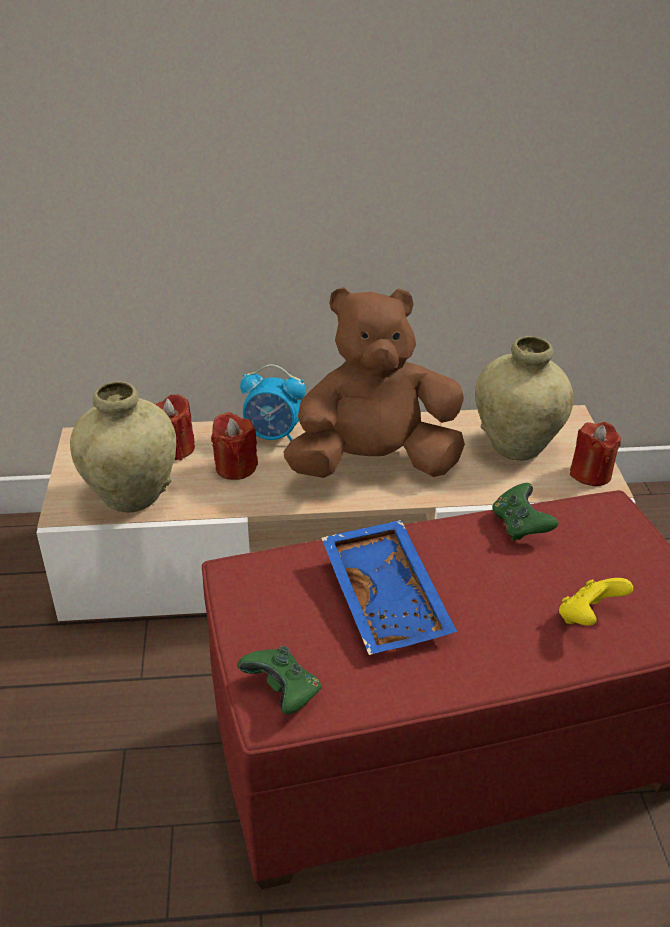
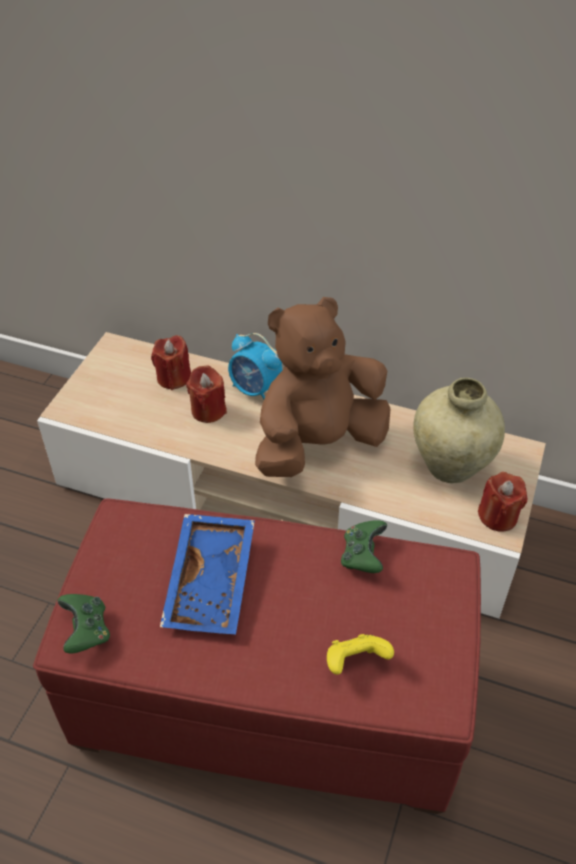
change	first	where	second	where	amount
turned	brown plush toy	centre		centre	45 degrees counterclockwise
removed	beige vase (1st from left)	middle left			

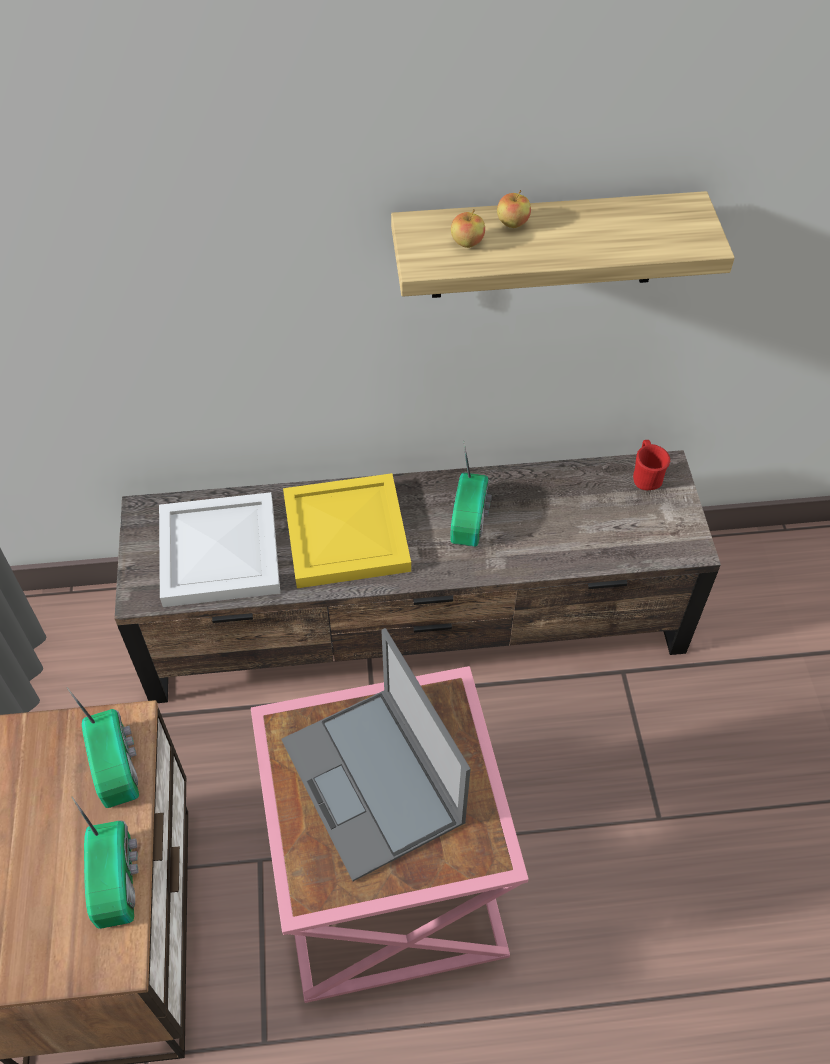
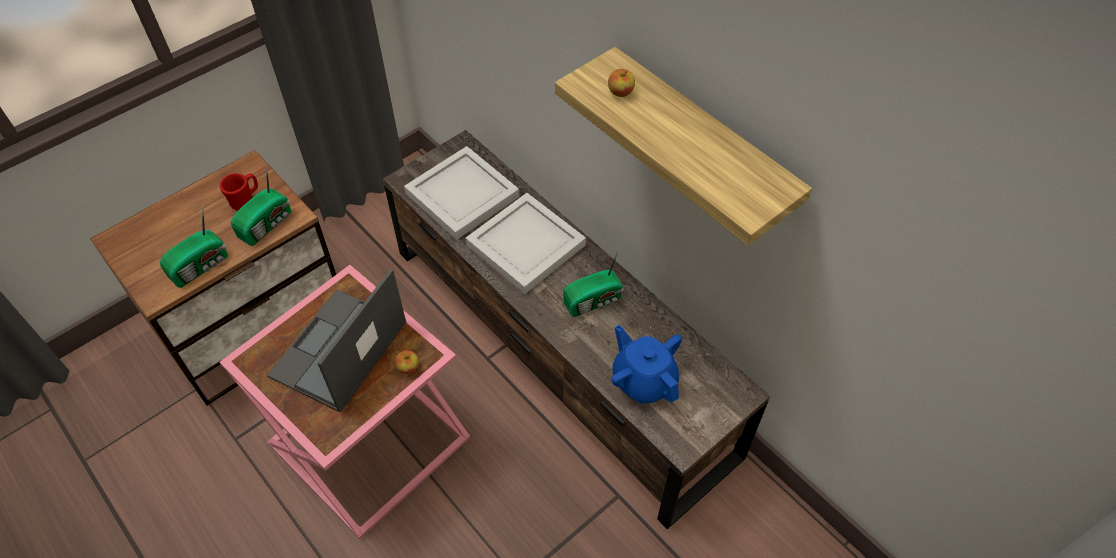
change	first	where	second	where	amount
moved	apple (2nd from left in the first image)	top centre	apple (1st from left)	centre	
moved	red mug	middle right		middle left	
recoloured	yellow tray	centre	white tray (2nd from left)	centre	
added			blue teapot	centre	

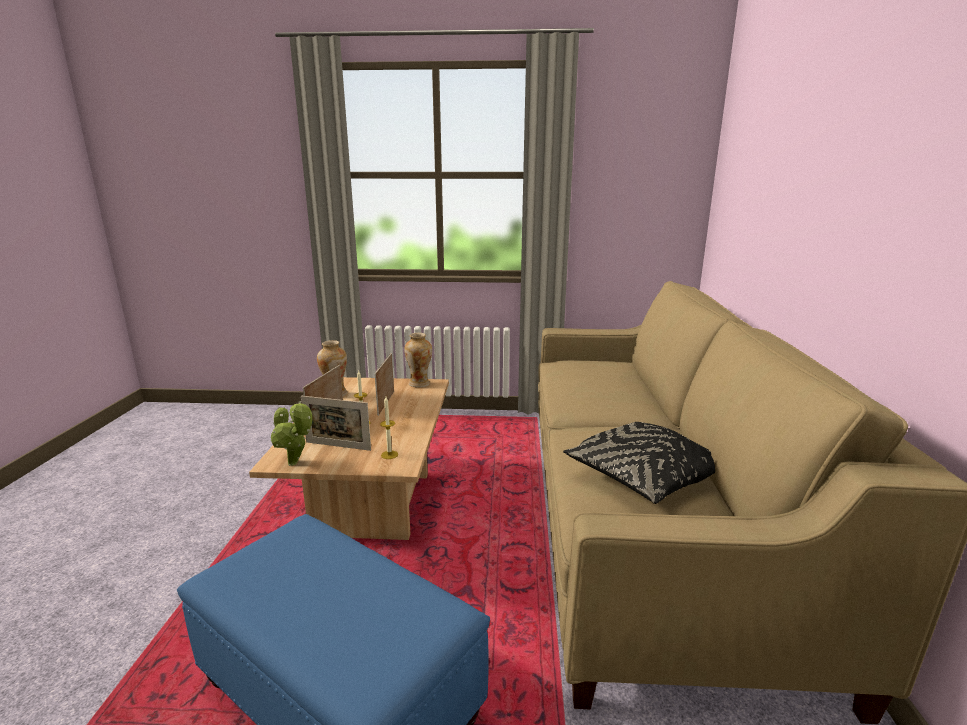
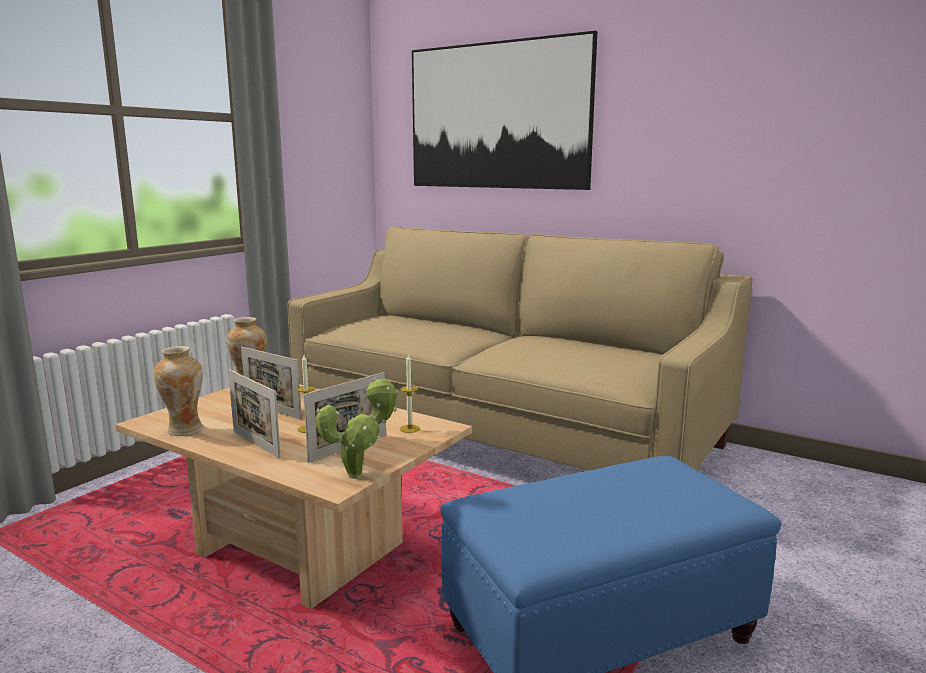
change	first	where	second	where	amount
removed	black pillow	centre			
added			picture	top centre	

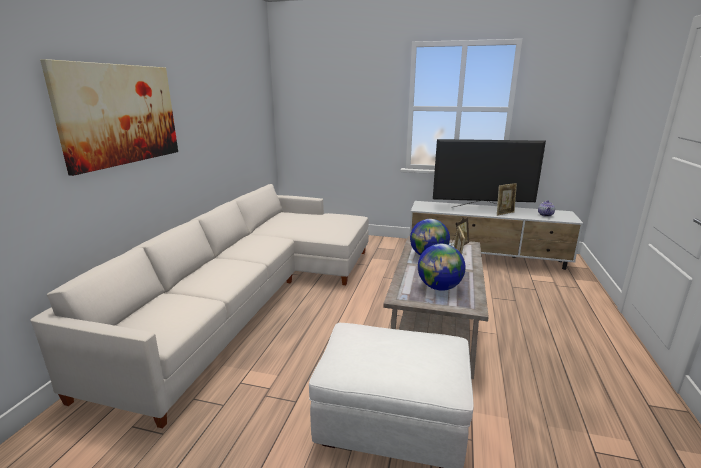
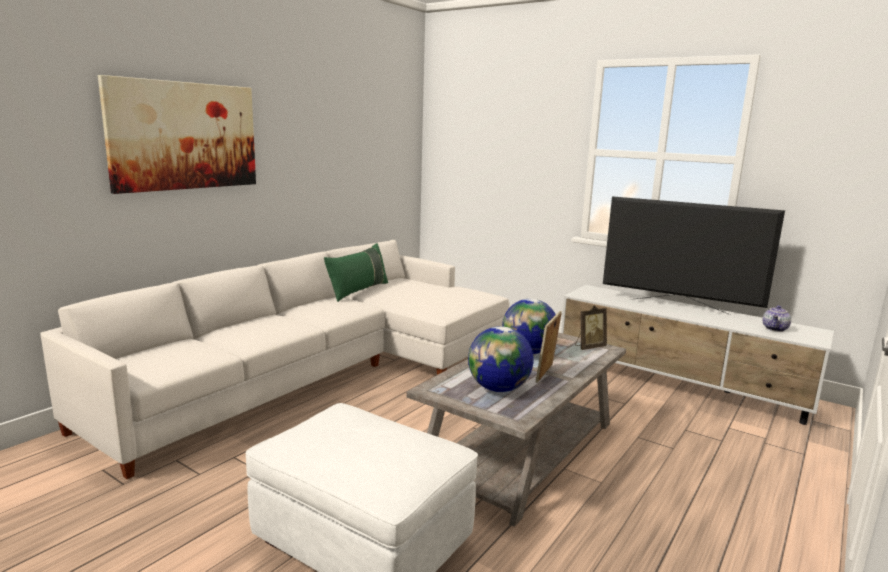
change	first	where	second	where	amount
removed	picture frame (3rd from left)	middle right			
added			green pillow	centre	

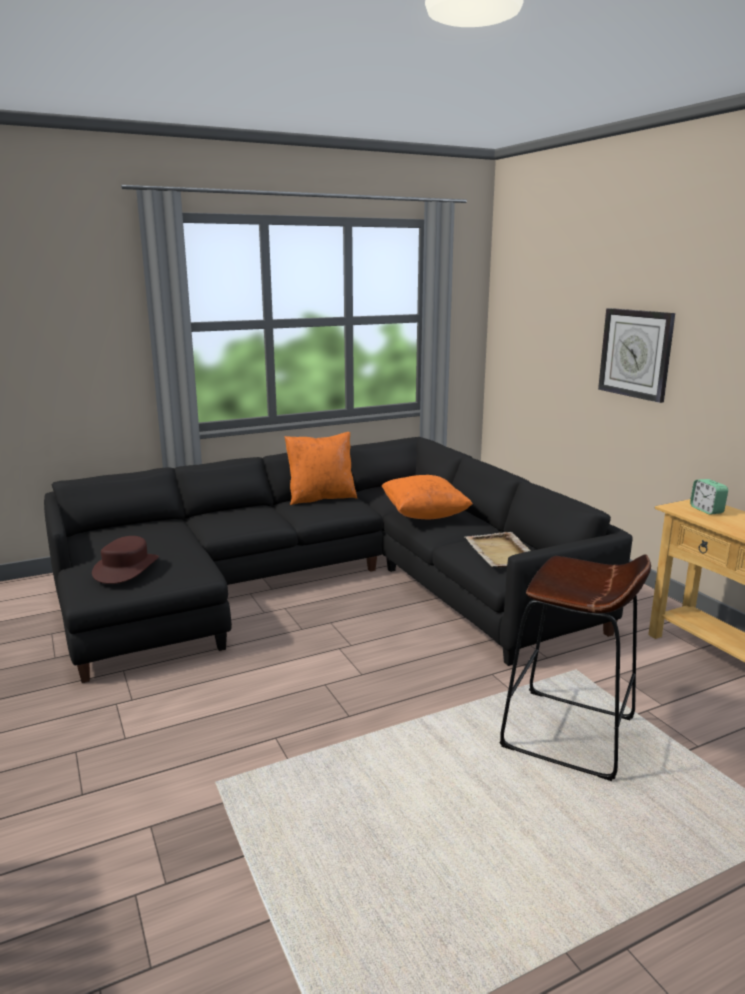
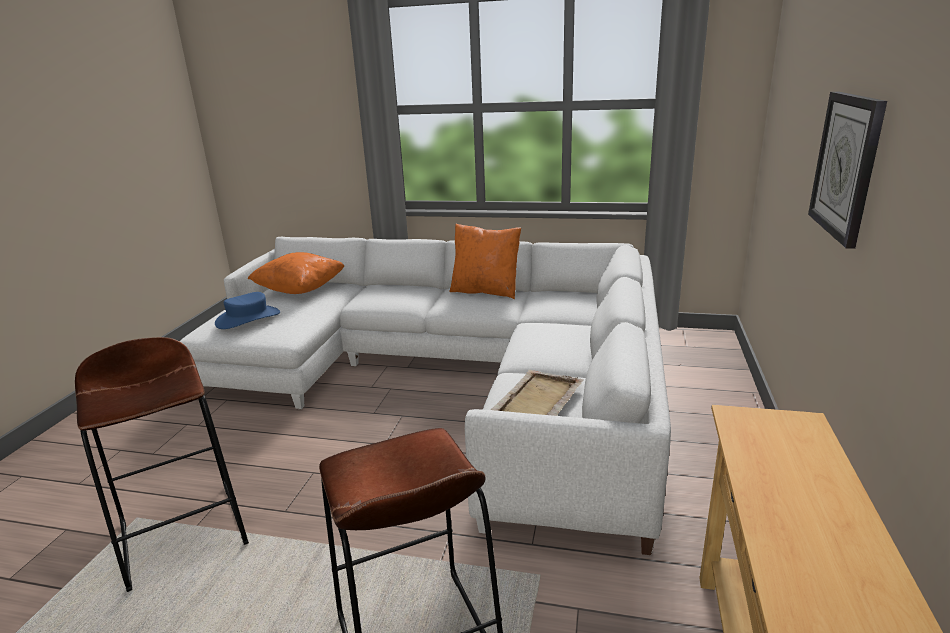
change	first	where	second	where	amount
recoloured	black sofa	centre	white sofa	centre	
moved	orange pillow (2nd from left in the first image)	centre	orange pillow (1st from left)	middle left	
removed	alarm clock	middle right			
recoloured	brown hat	middle left	blue hat	middle left	
added			brown stool (1st from left)	bottom left	

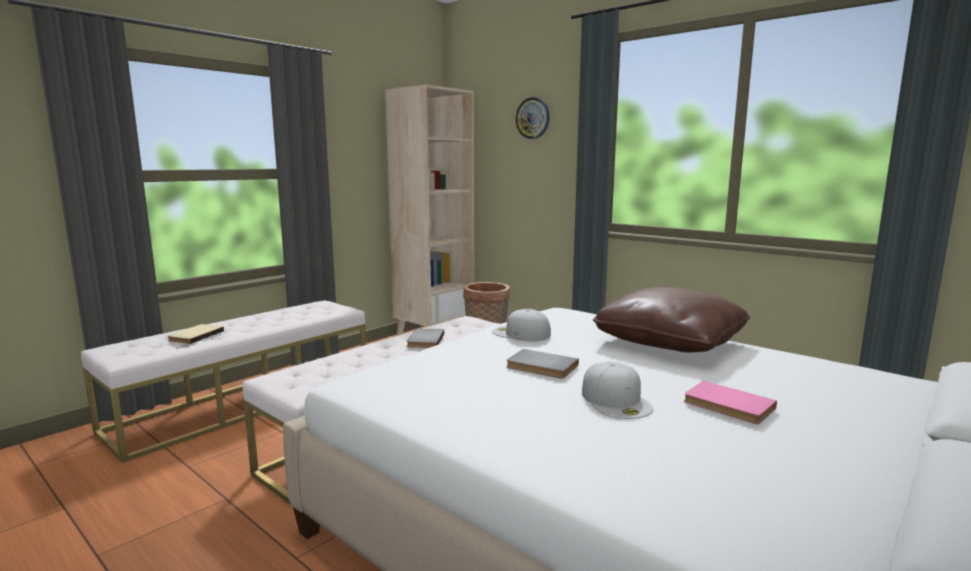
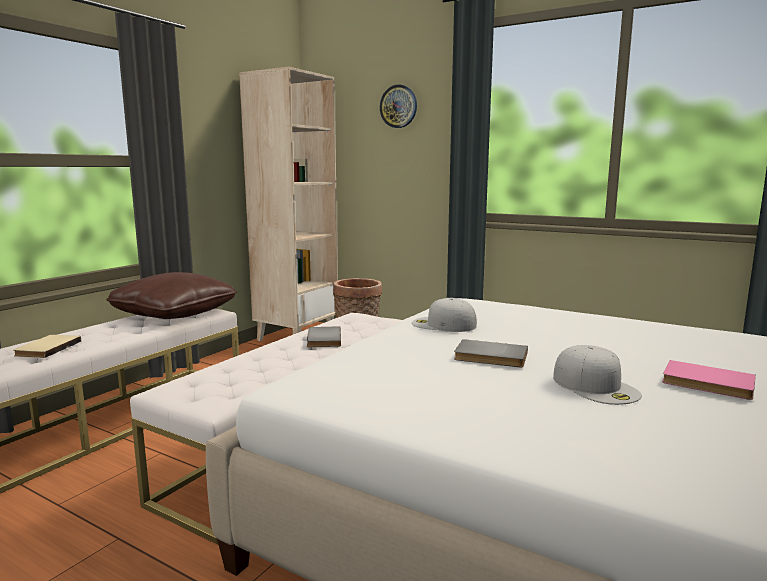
change	first	where	second	where	amount
moved	brown pillow	middle right		middle left	

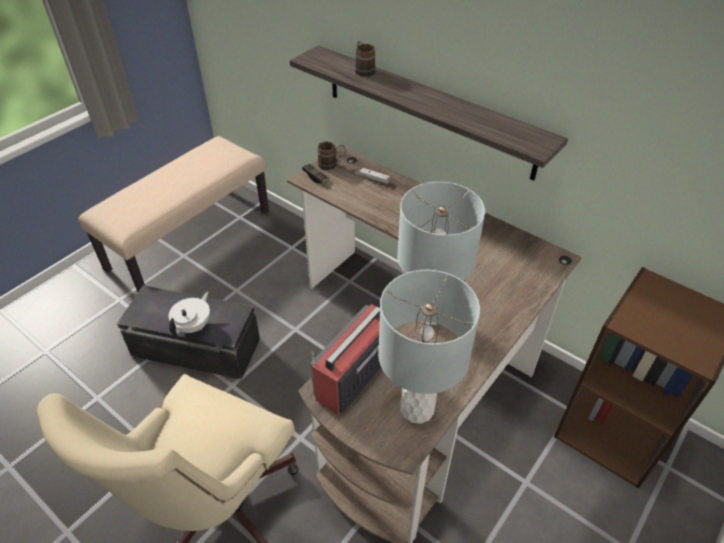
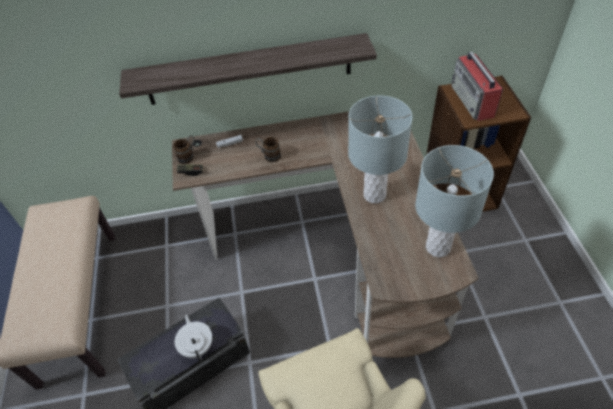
change	first	where	second	where	amount
moved	brown mug (2nd from left)	top centre		centre	
moved	radio	centre		top right	

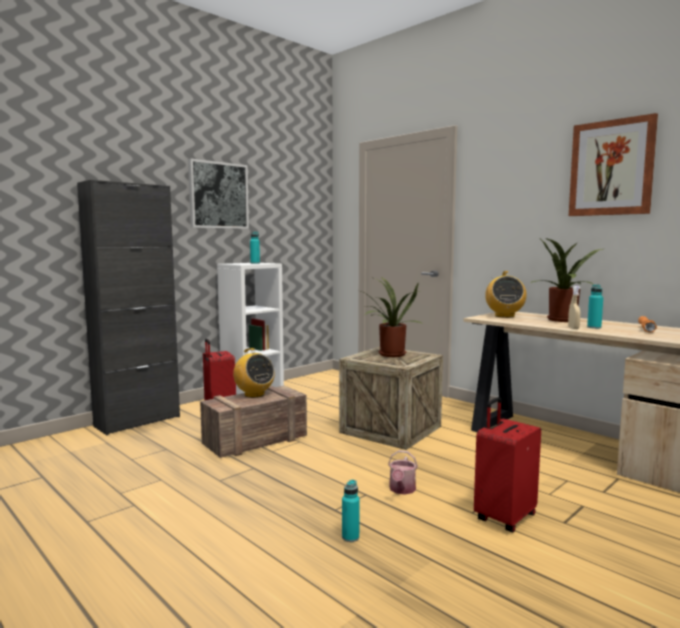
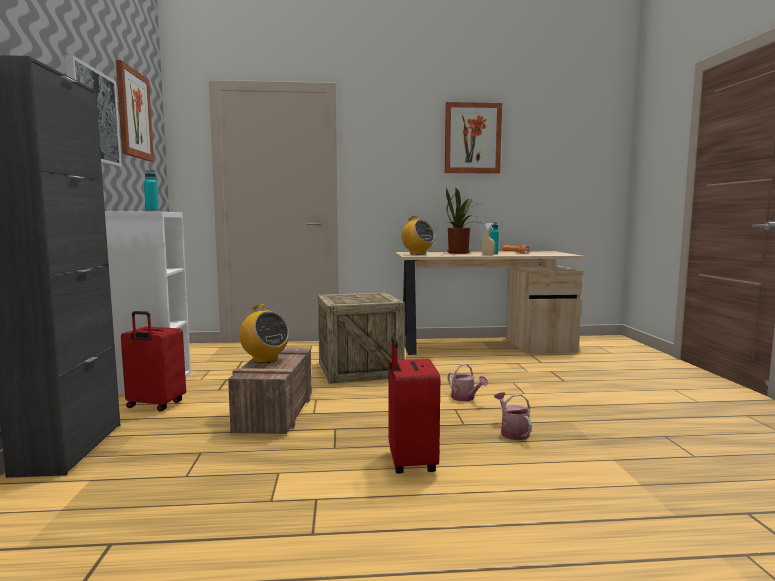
change	first	where	second	where	amount
removed	potted plant (1st from left)	centre			
turned	radio (1st from left)	centre		centre	45 degrees clockwise
moved	red suitcase (2nd from left)	bottom right		bottom centre	
replaced	turquoise bottle (2nd from left)	bottom centre	watering can (2nd from left)	bottom centre	
added			picture (2nd from left)	top left	

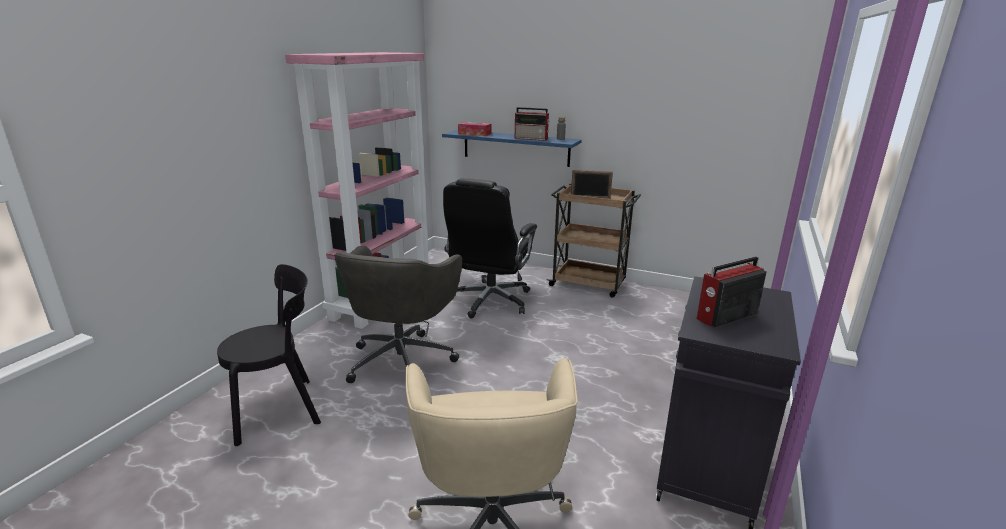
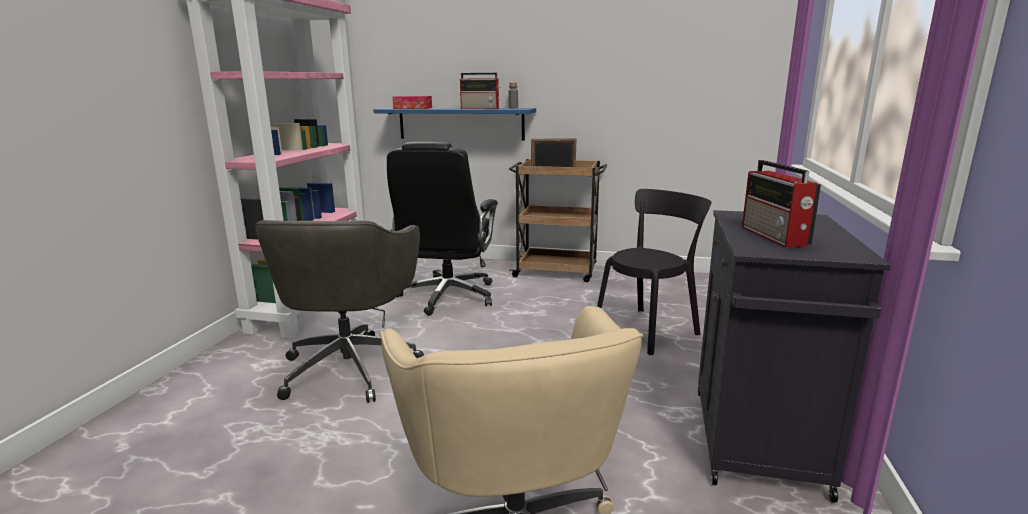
change	first	where	second	where	amount
turned	radio (2nd from left)	middle right		middle right	60 degrees counterclockwise
moved	black chair	bottom left		centre	

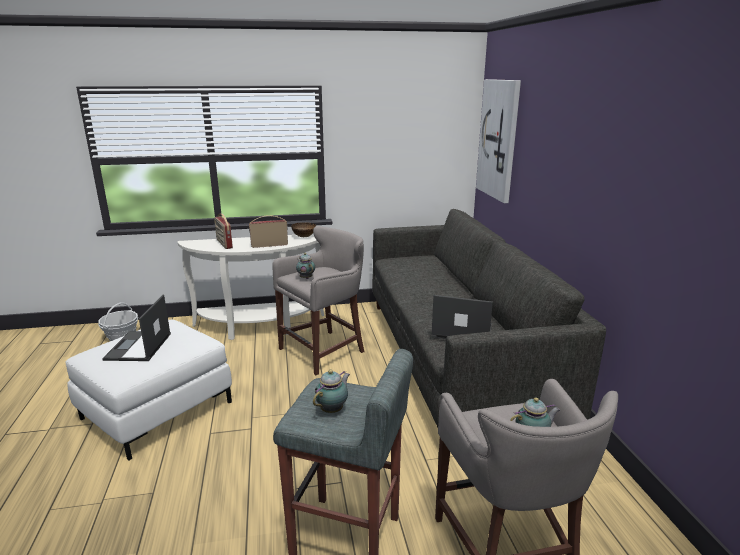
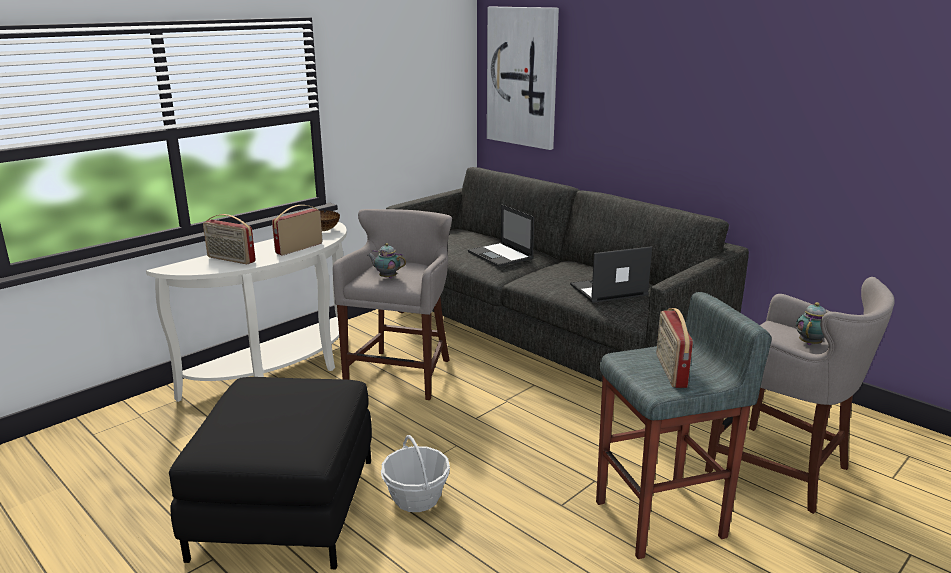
change	first	where	second	where	amount
moved	laptop (1st from left)	middle left		centre	
moved	basket	middle left		bottom centre	
recoloured	white ottoman	bottom left	black ottoman	bottom left	
replaced	teapot (2nd from left)	bottom centre	radio (3rd from left)	middle right	

